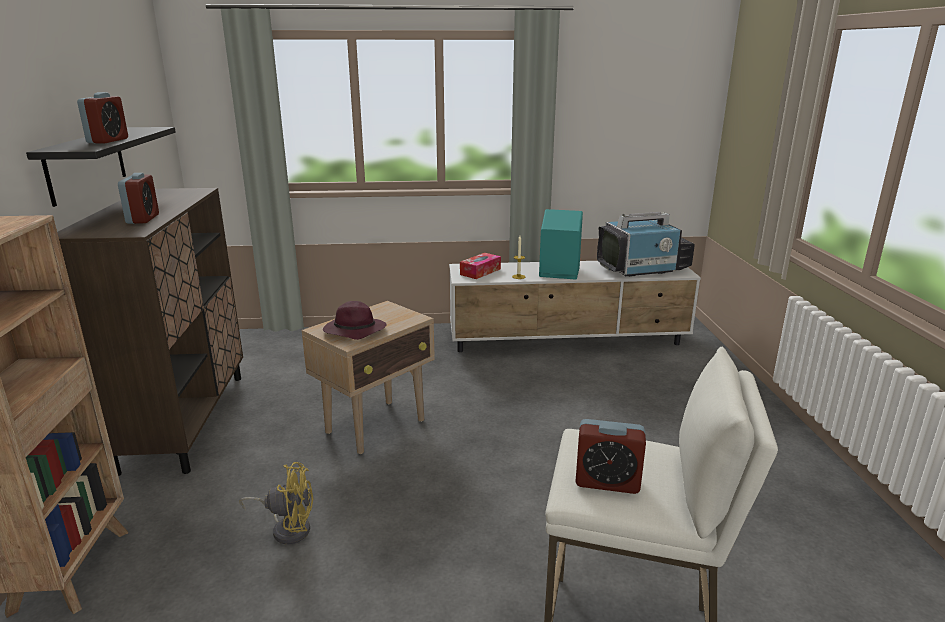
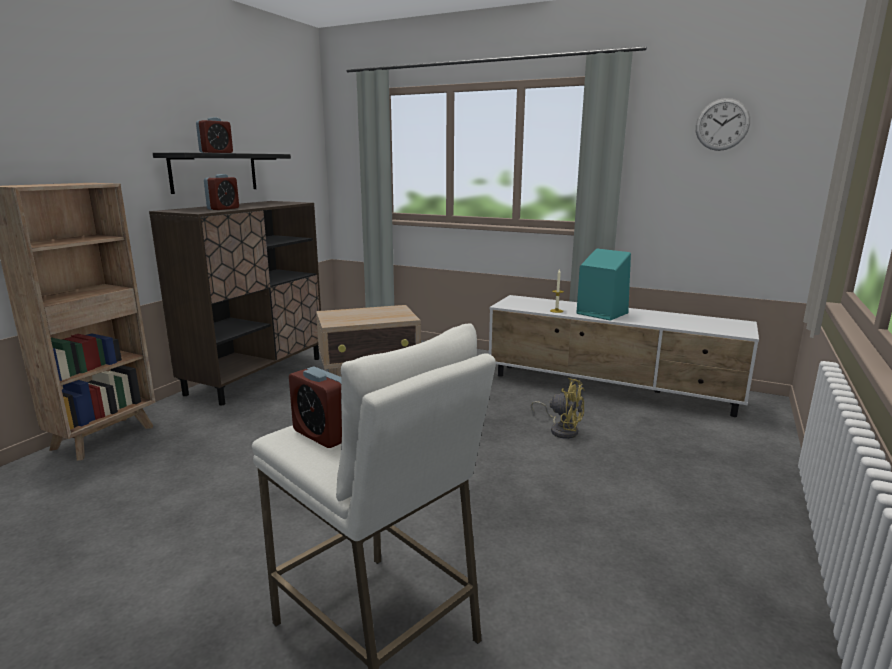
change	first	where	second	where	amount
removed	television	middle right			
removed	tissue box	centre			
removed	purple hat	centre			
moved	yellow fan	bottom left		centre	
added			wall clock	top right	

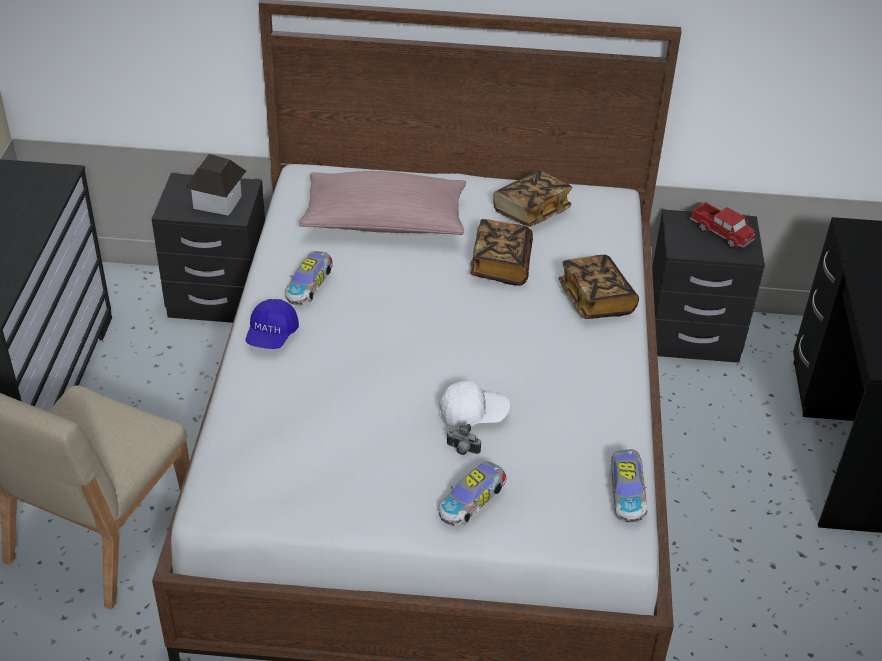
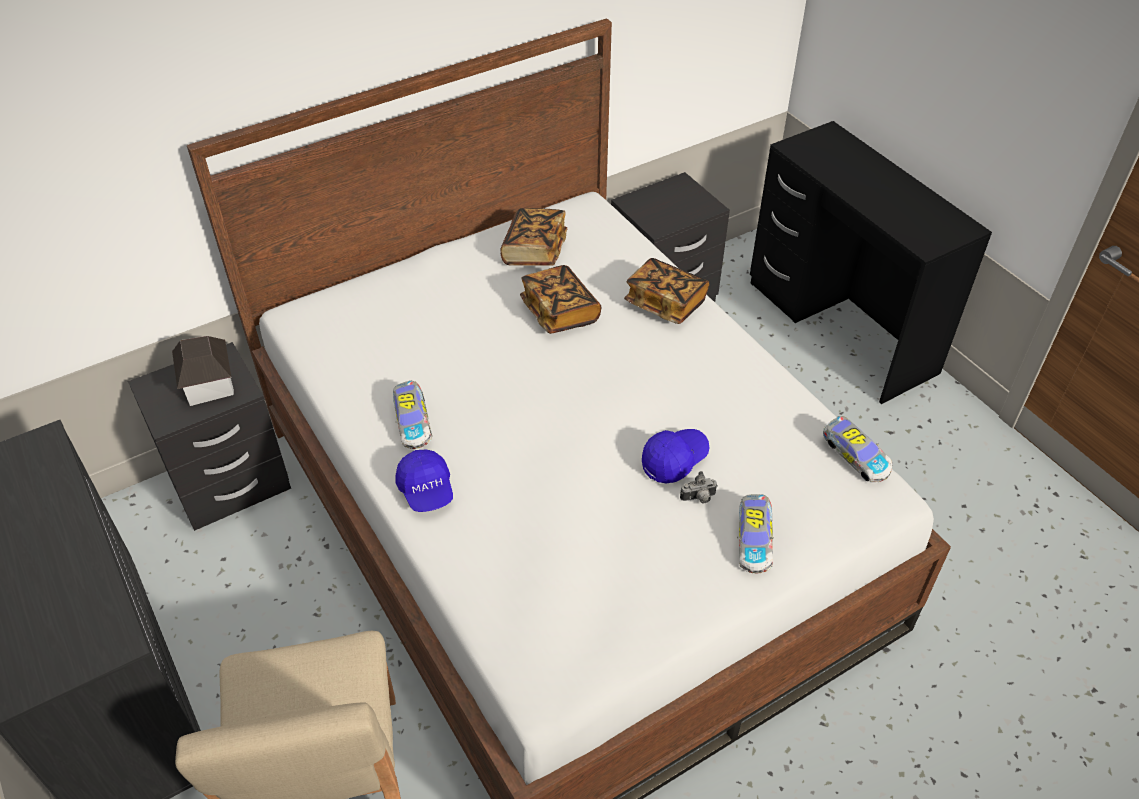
change	first	where	second	where	amount
removed	pink pillow	top centre			
removed	toy truck	middle right			
recoloured	white cap	centre	blue cap (2nd from left)	centre	

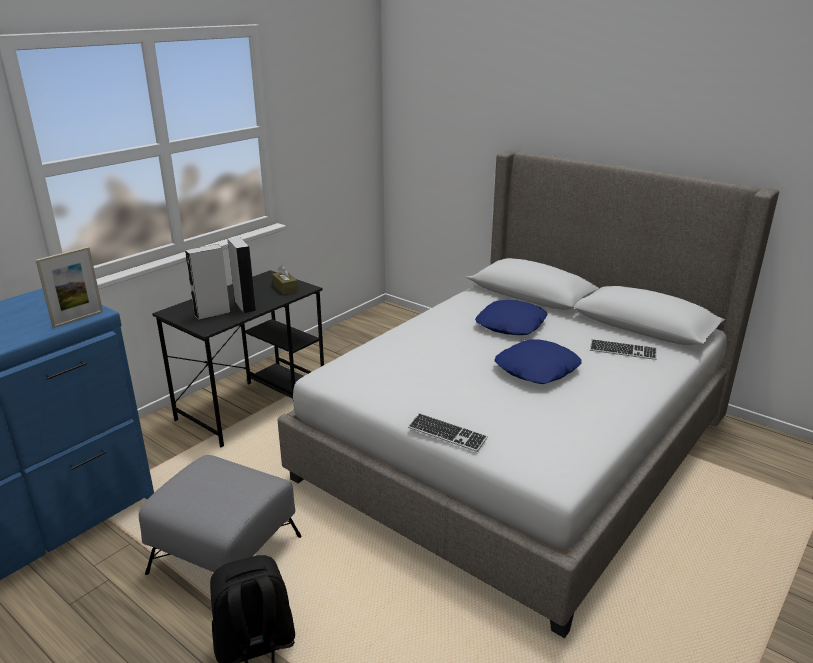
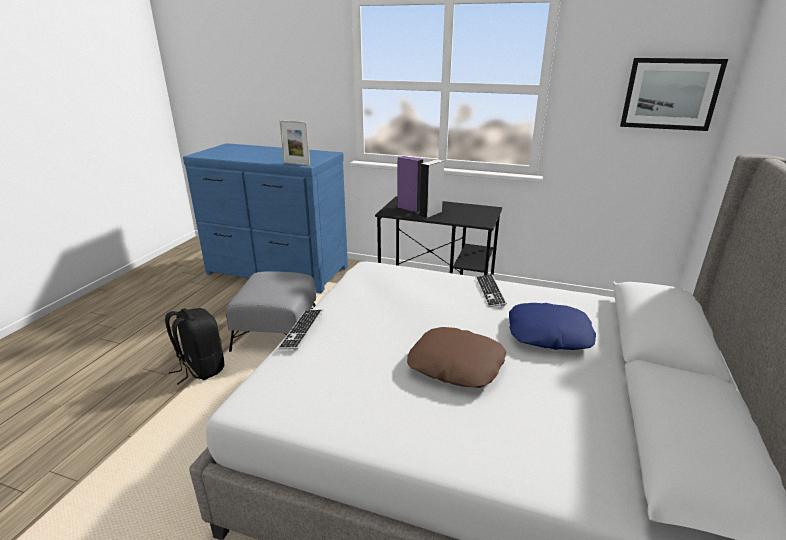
change	first	where	second	where	amount
recoloured	grey speaker (1st from left)	middle left	purple speaker	centre	
removed	brown tissue box	centre			
recoloured	blue pillow (2nd from left)	centre	brown pillow	centre	
moved	keyboard (2nd from left)	middle right		centre	
added			picture	top right	

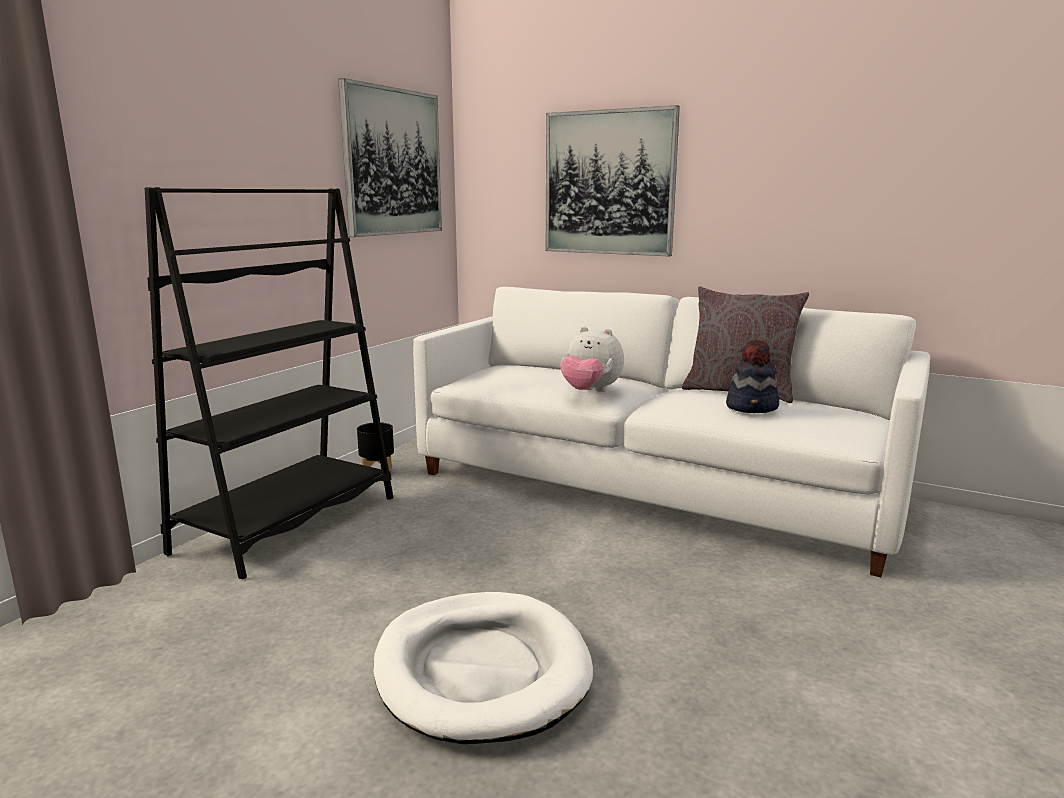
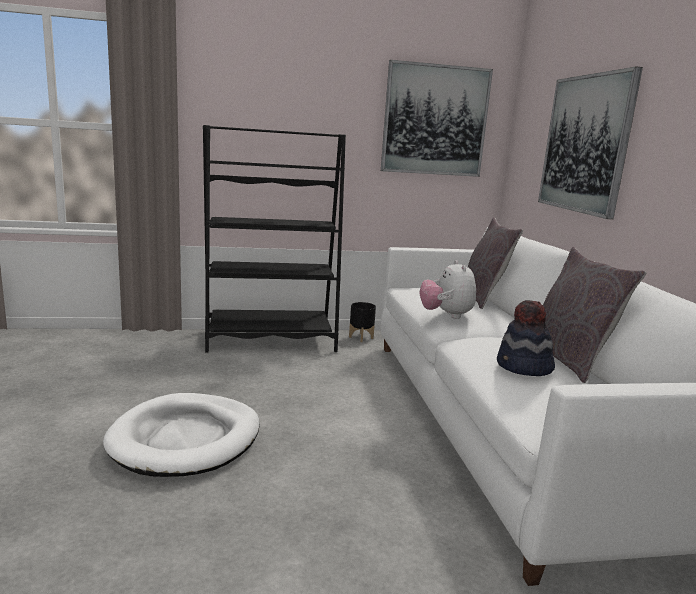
change	first	where	second	where	amount
added			grey pillow (1st from left)	middle right	

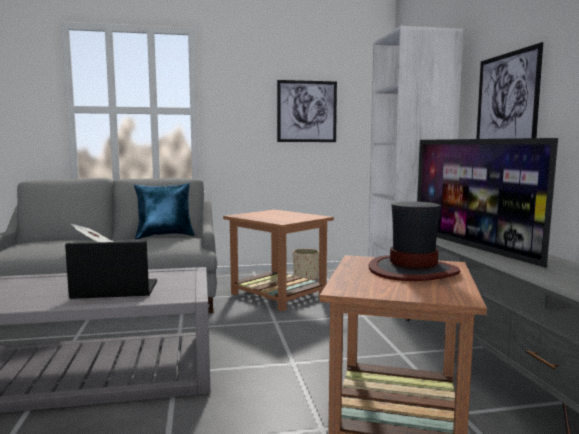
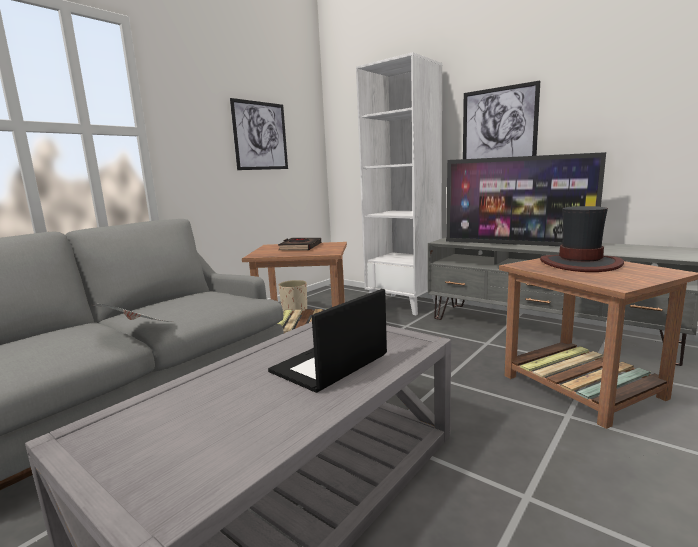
change	first	where	second	where	amount
removed	blue pillow	middle left			
added			black book	centre	

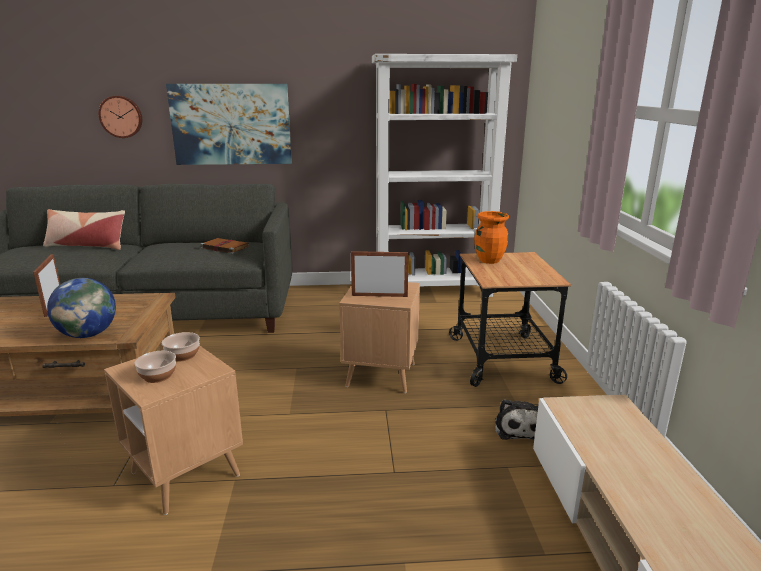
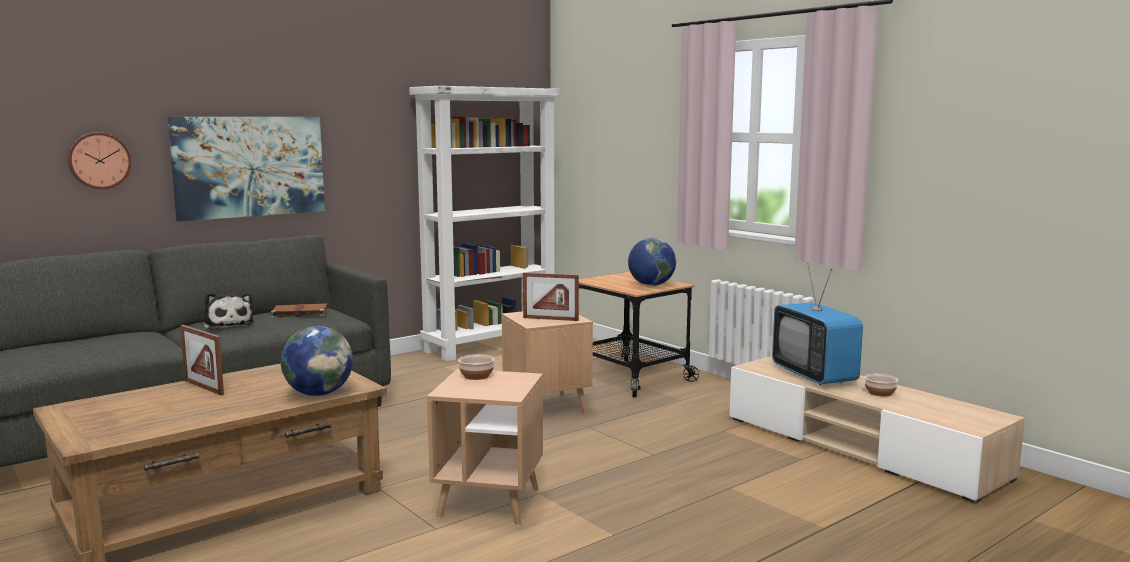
change	first	where	second	where	amount
removed	pillow	middle left			
removed	orange vase	centre			
turned	picture frame (2nd from left)	centre		centre	135 degrees counterclockwise
moved	bowl (1st from left in the first image)	middle left	bowl (2nd from left)	bottom right	
moved	plush toy	bottom right		middle left	
added			globe (2nd from left)	centre	
added			television	middle right	

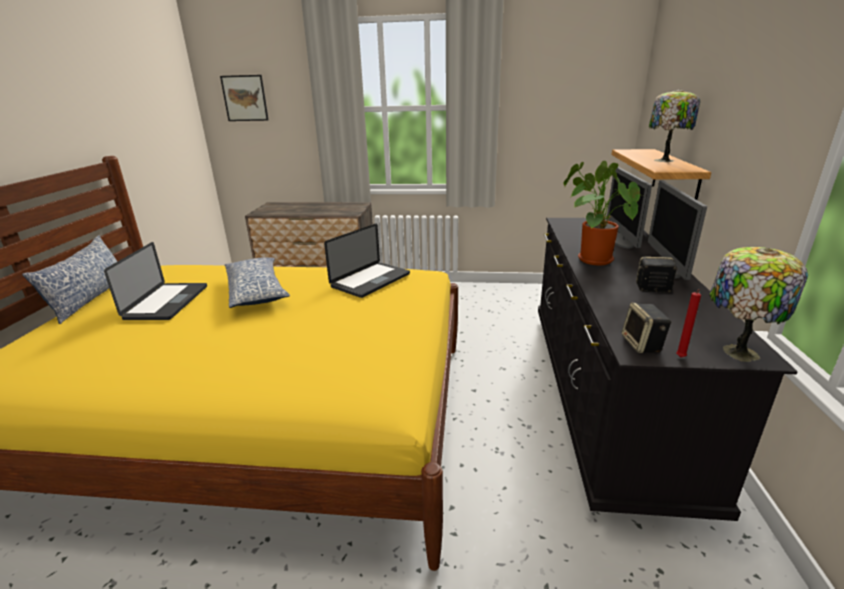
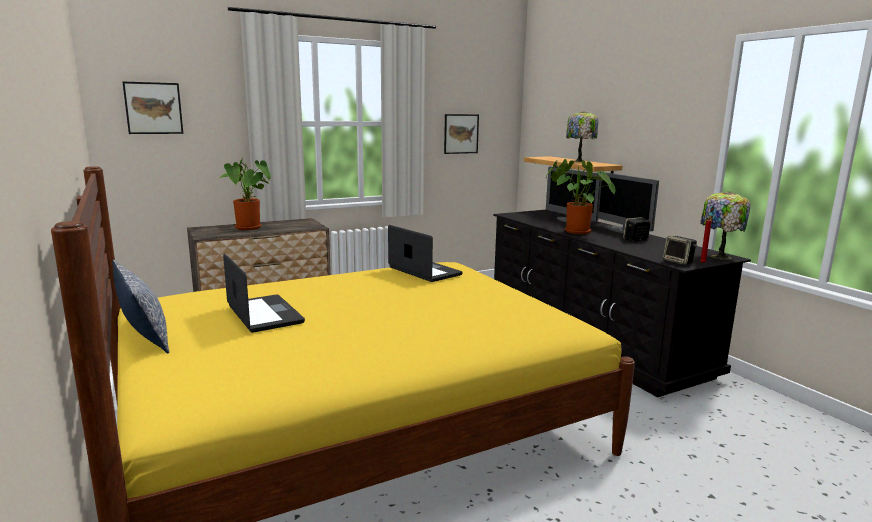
change	first	where	second	where	amount
turned	laptop (2nd from left)	centre		centre	45 degrees counterclockwise
removed	pillow (2nd from left)	middle left			
added			picture (2nd from left)	top centre	
added			potted plant (1st from left)	middle left	

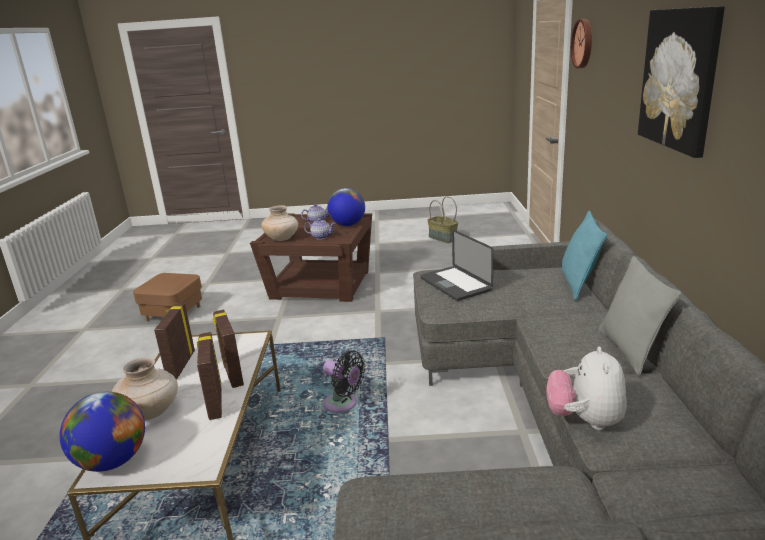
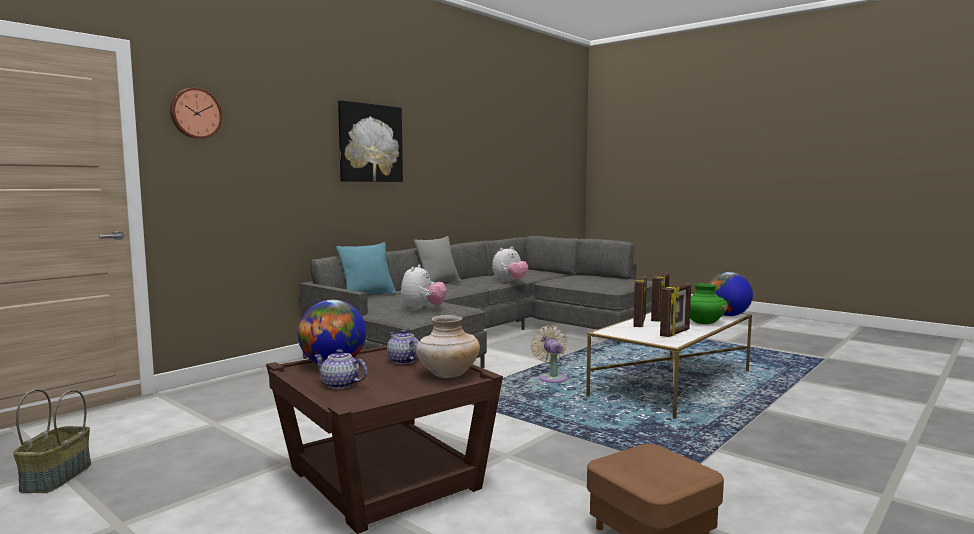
change	first	where	second	where	amount
replaced	laptop	centre	plush toy (1st from left)	centre	
recoloured	black fan	bottom centre	beige fan	centre	
recoloured	beige vase (1st from left)	bottom left	green vase	middle right	

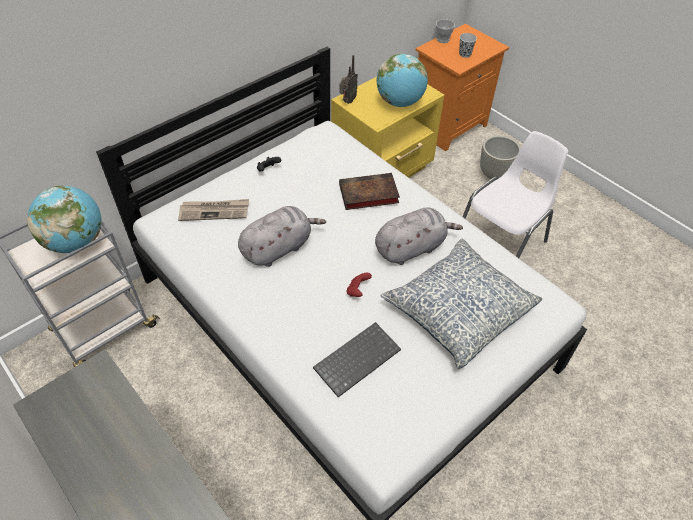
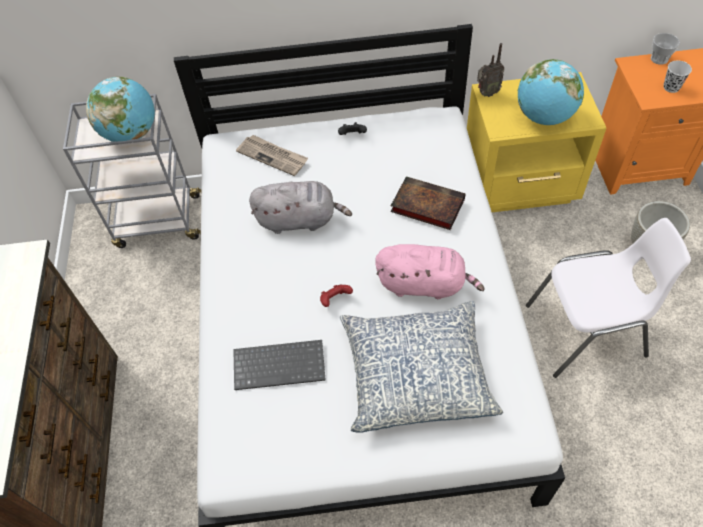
change	first	where	second	where	amount
recoloured	grey plush toy (2nd from left)	centre	pink plush toy	centre	

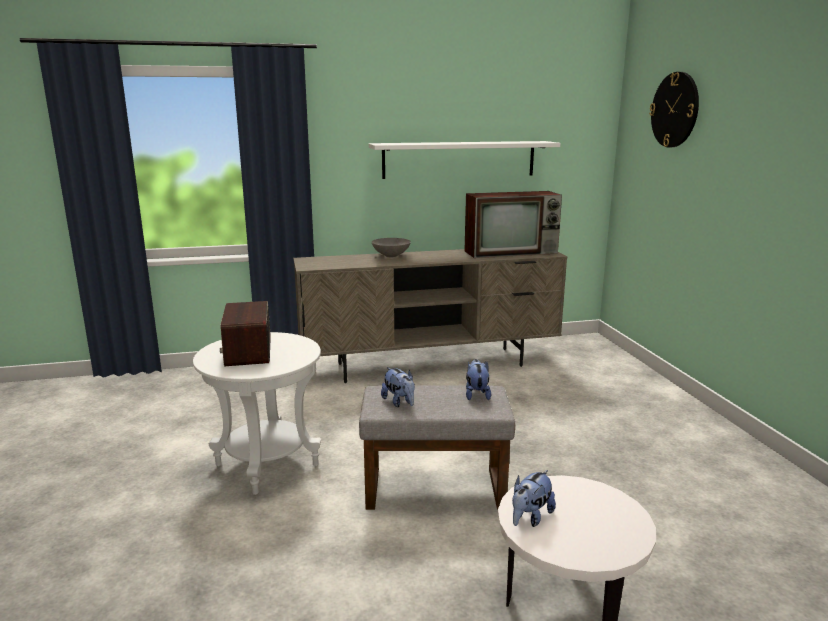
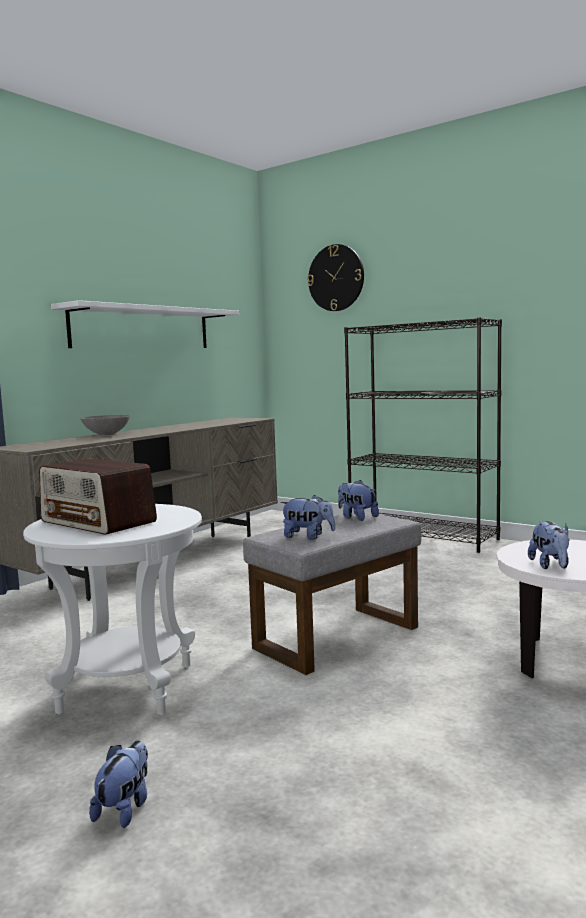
change	first	where	second	where	amount
removed	television	centre			
added			black bookcase	middle right	
added			plush toy (1st from left)	bottom left	

